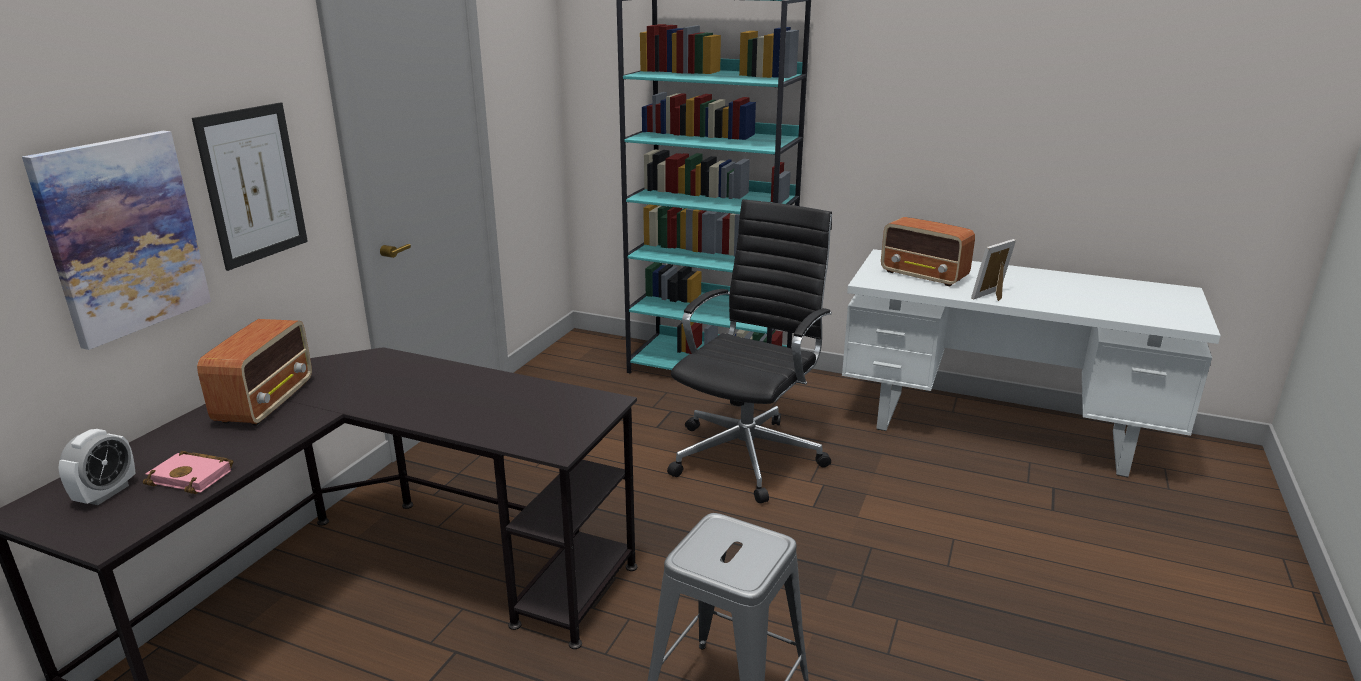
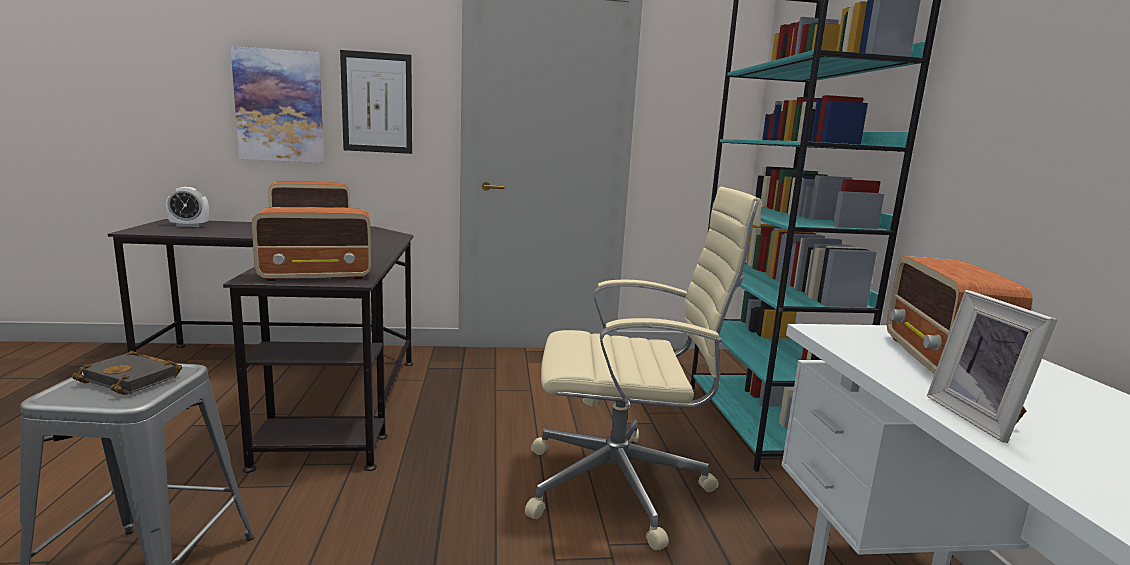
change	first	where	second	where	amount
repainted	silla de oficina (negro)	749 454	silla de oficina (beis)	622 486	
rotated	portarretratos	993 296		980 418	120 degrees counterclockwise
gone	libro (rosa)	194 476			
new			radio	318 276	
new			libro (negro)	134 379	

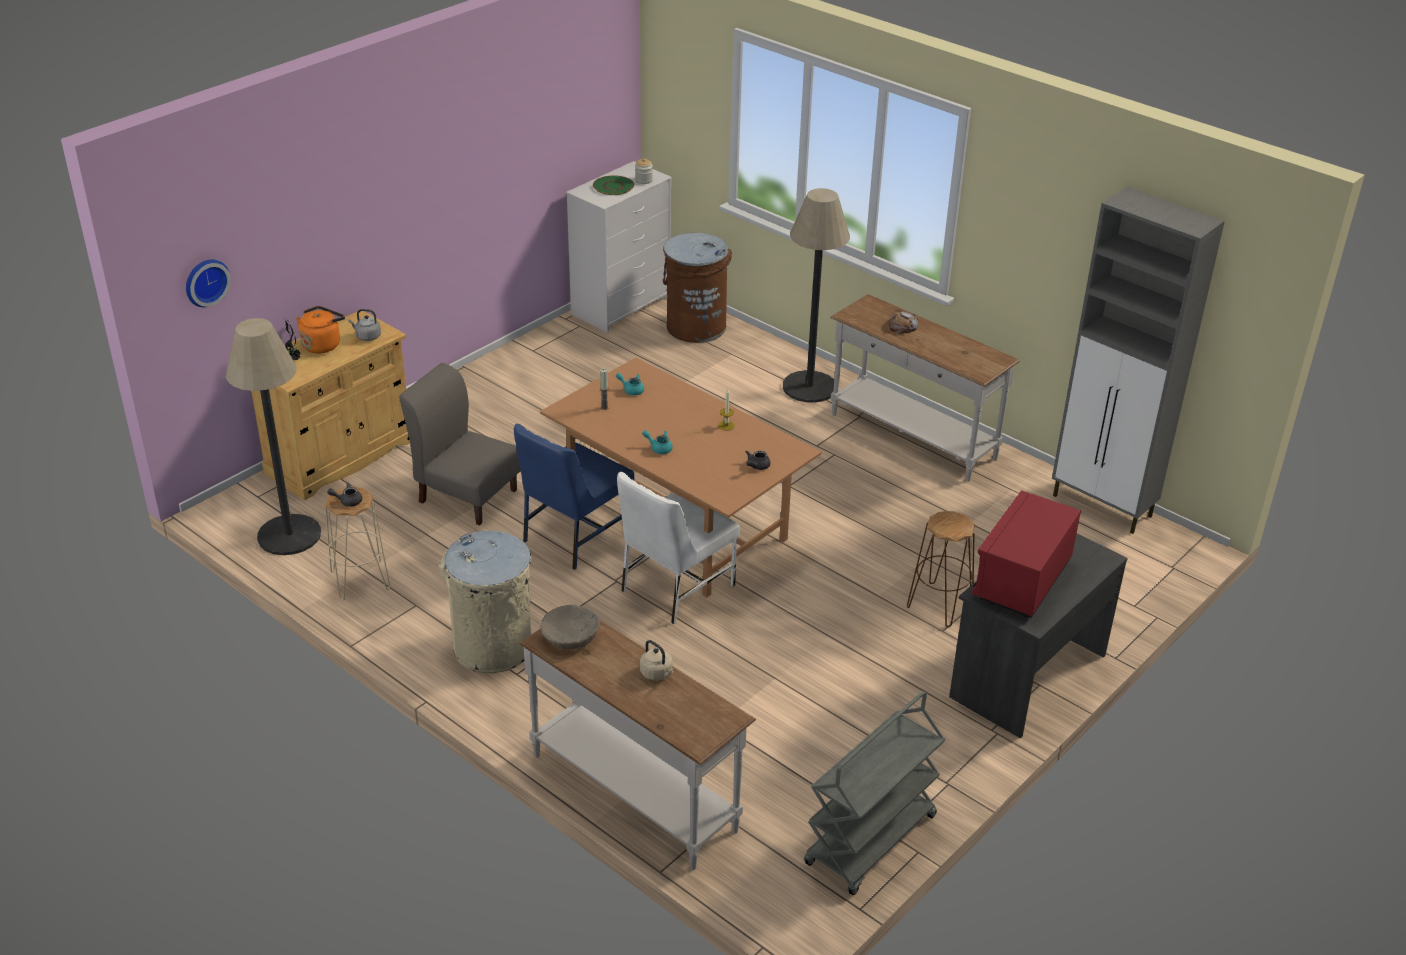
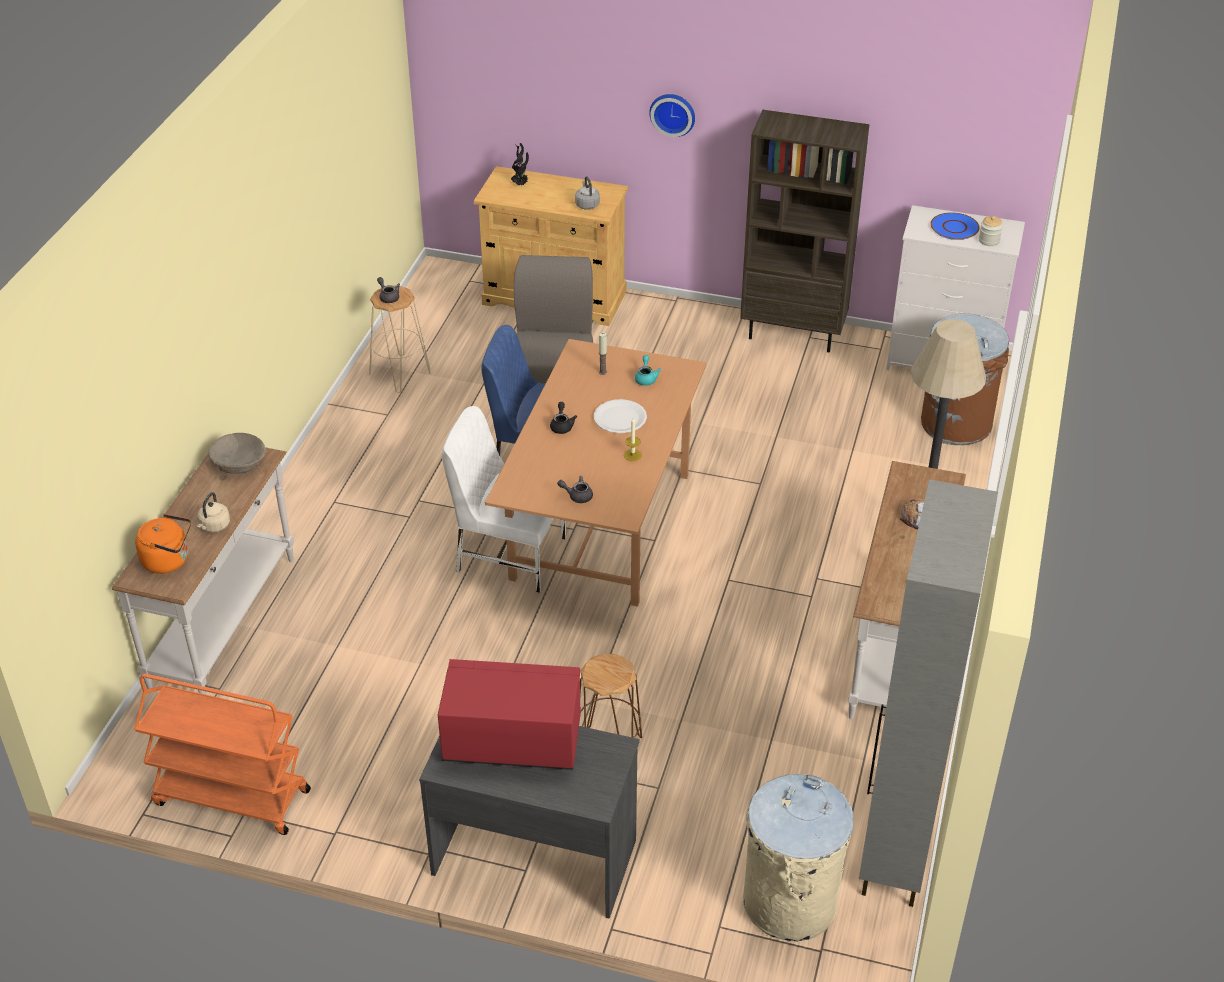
change	first	where	second	where	amount
repainted	plato (verde)	613 186	plato (azul)	954 227	
shifted	reloj de pared	205 281		673 113	
shifted	hervidor (naranja)	322 344		169 560	
gone	lámpara de pie	289 535			
repainted	tetera (turquesa)	659 448	tetera (negro)	562 425	
shifted	papelera (beis)	492 648		789 902	
repainted	carrito (gris)	871 841	carrito (naranja)	230 797	
new			estantería (marrón)	793 333	
new			plato (blanco)	620 418	

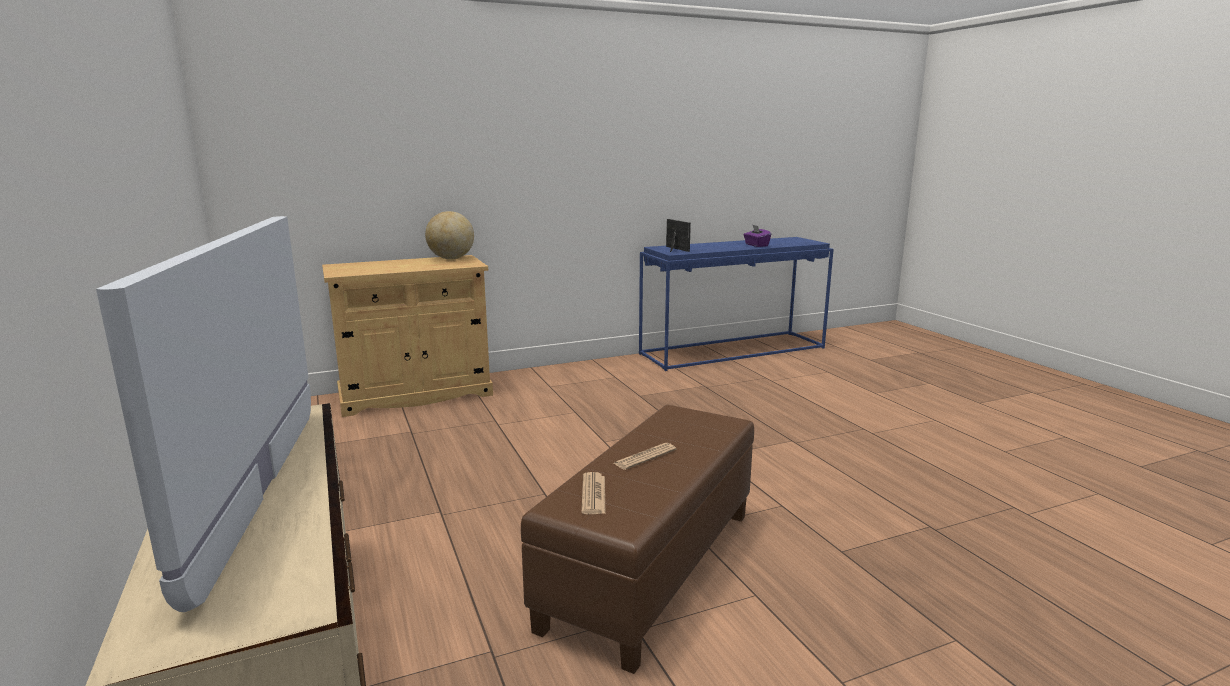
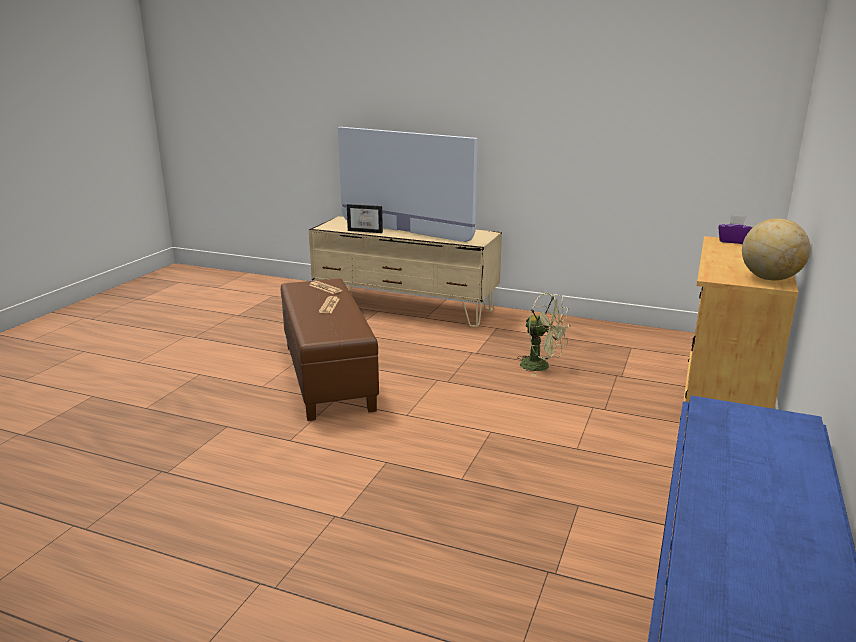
change	first	where	second	where	amount
shifted	portarretratos	674 249		367 231	
shifted	caja de pañuelos (morado)	756 245		733 241	
new			ventilador (verde)	541 366	

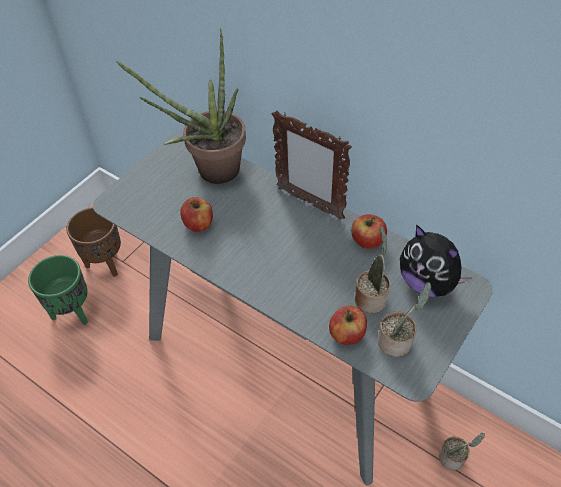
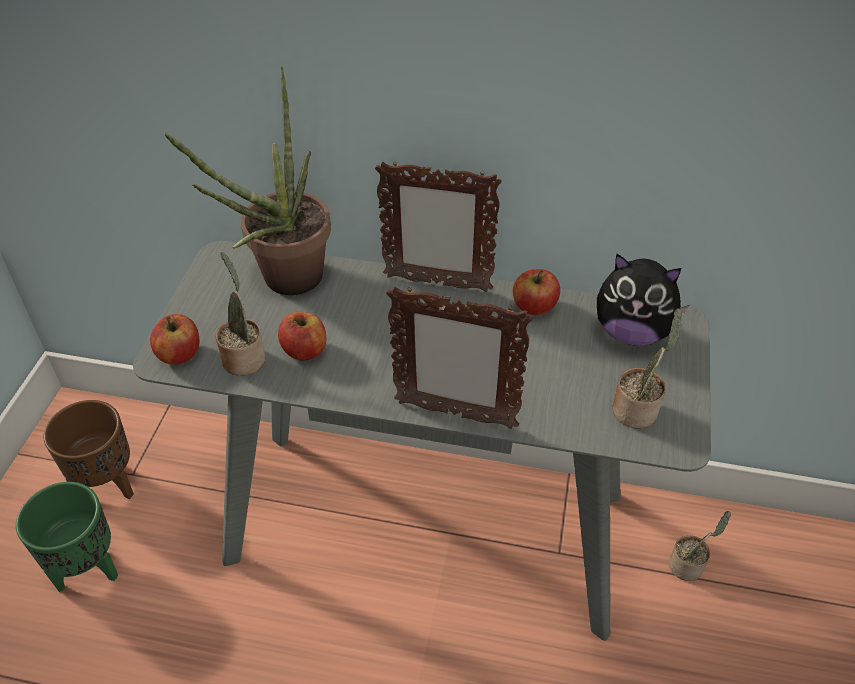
change	first	where	second	where	amount
shifted	planta en maceta	371 297		243 357	
shifted	manzana	347 334		179 354	
new			portarretratos	454 414	

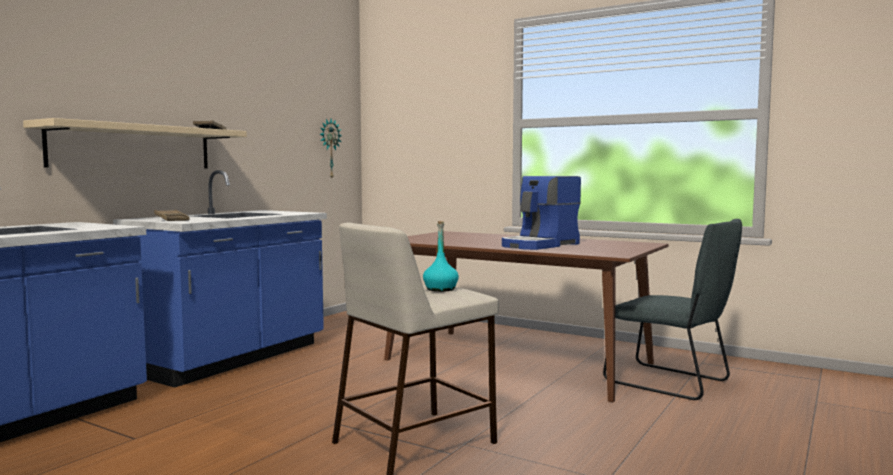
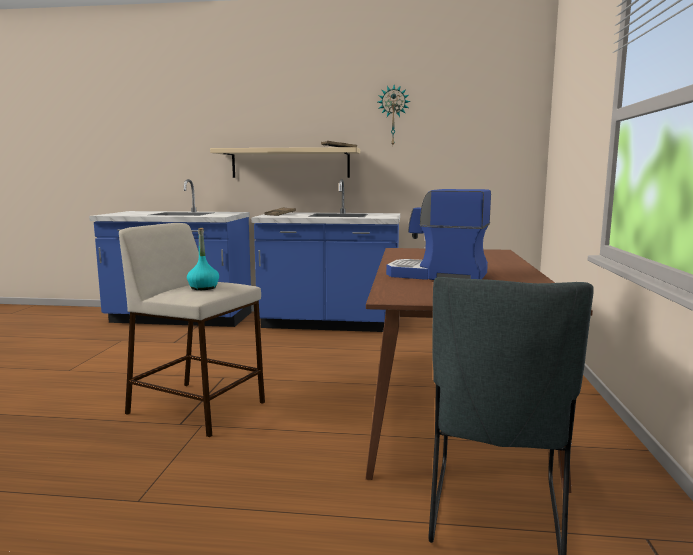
change	first	where	second	where	amount
shifted	reloj de pared	329 148		393 115	

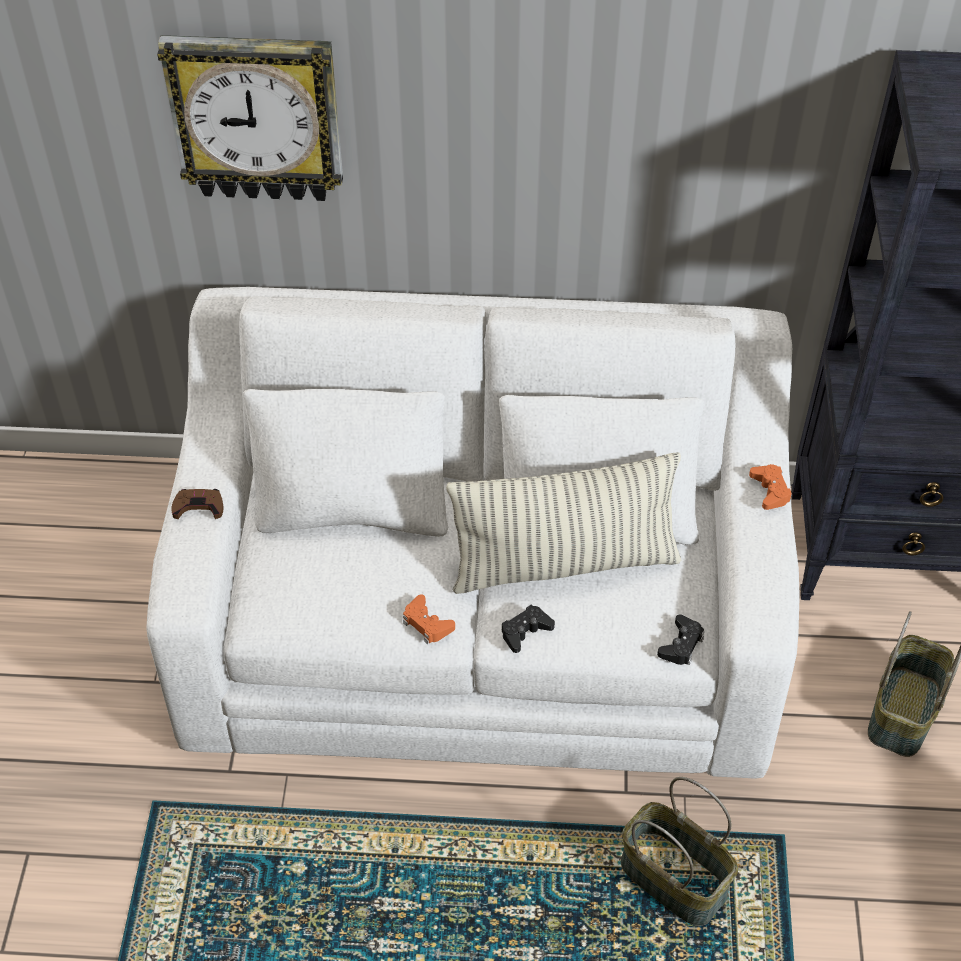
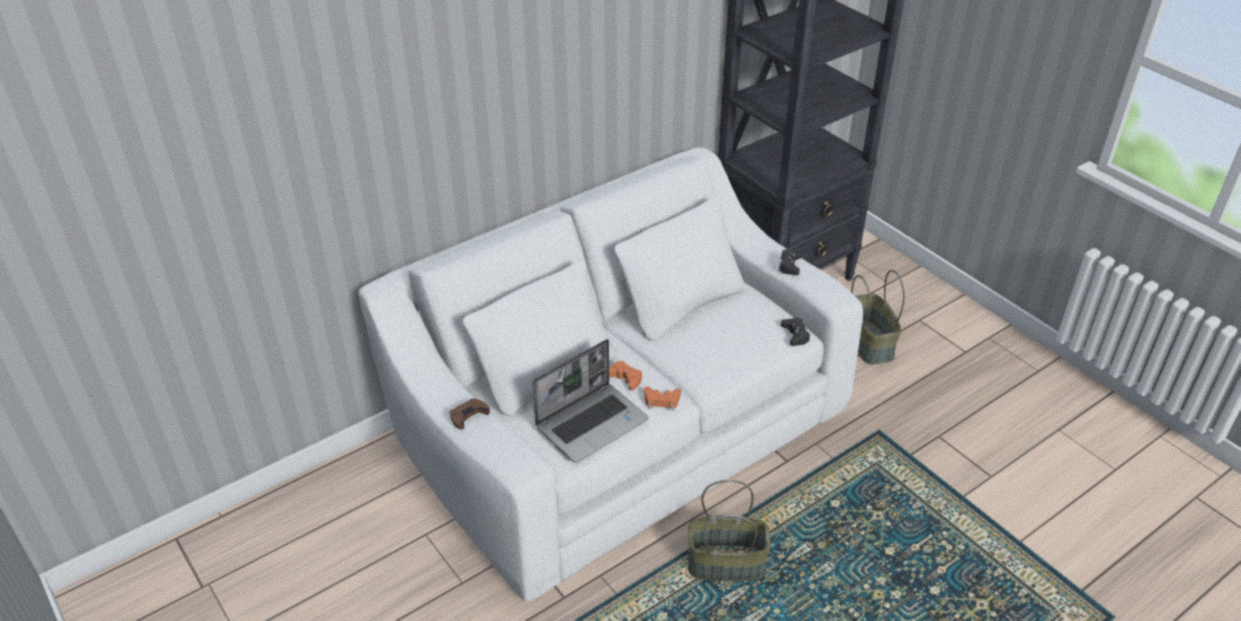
change	first	where	second	where	amount
gone	reloj de pared	256 117			
gone	cojín	564 563			
shifted	mando de consola (naranja)	770 490		625 378	
shifted	mando de consola (negro)	525 631		789 265	
shifted	cesta	675 878		726 563	
new			portátil	592 423	

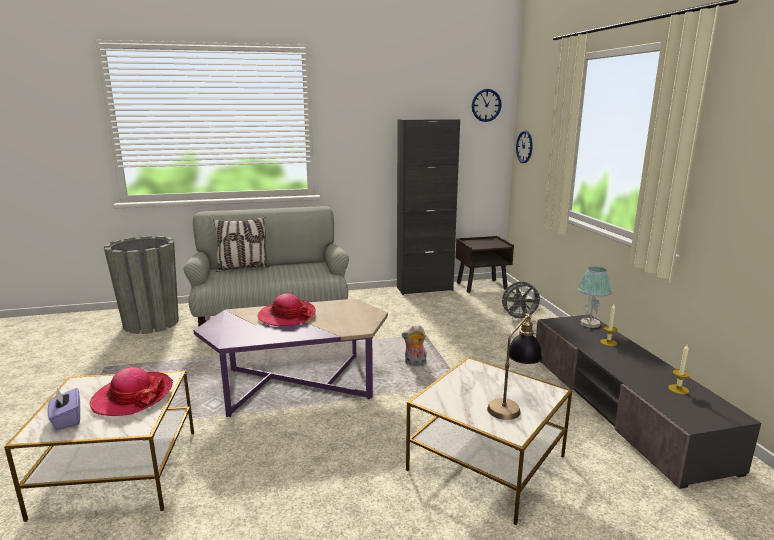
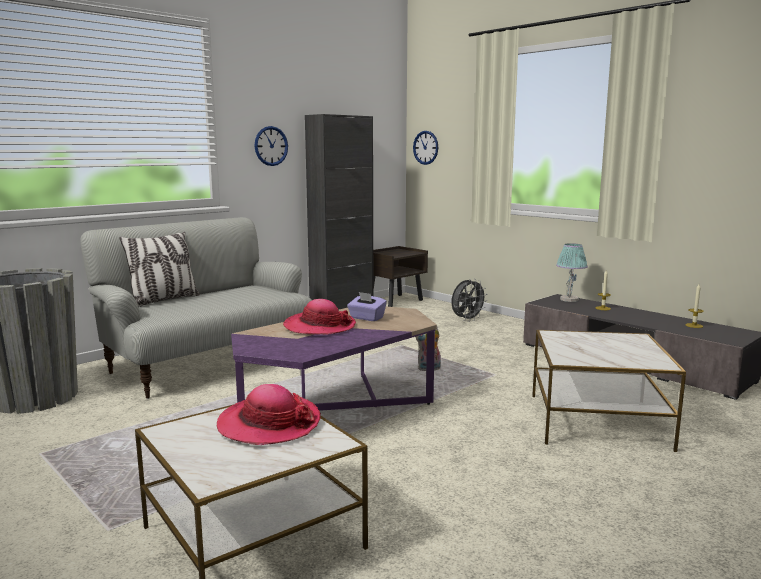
change	first	where	second	where	amount
shifted	reloj de pared	486 105		271 146	
gone	lámpara de mesa	512 405			
shifted	caja de pañuelos (morado)	67 419		366 318	

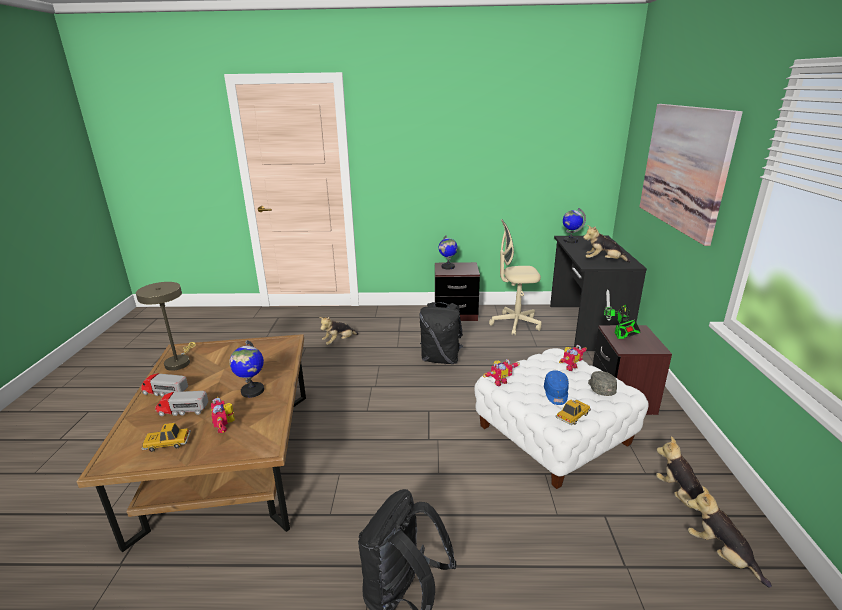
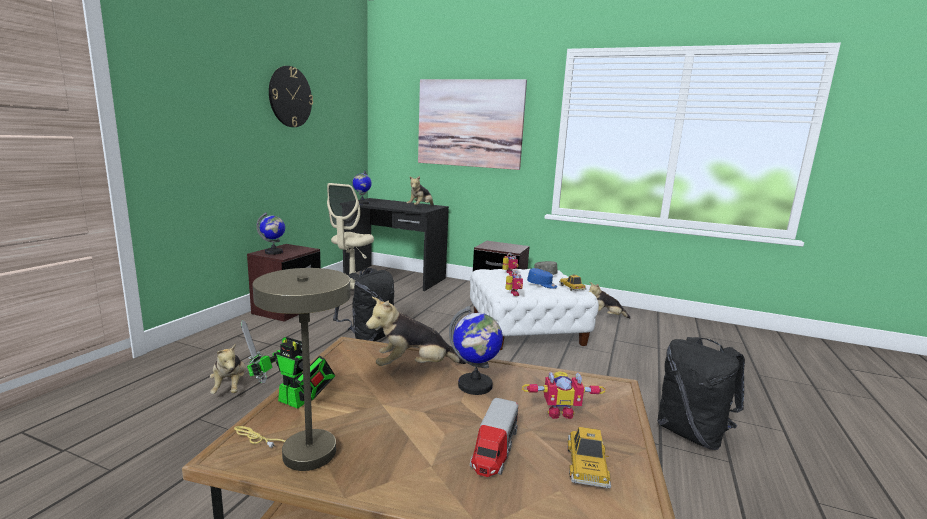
change	first	where	second	where	amount
shifted	robot de juguete	620 336		296 403	
gone	camión de juguete	165 392			
shifted	peluche	721 554		414 367	
new			reloj de pared	290 97	

